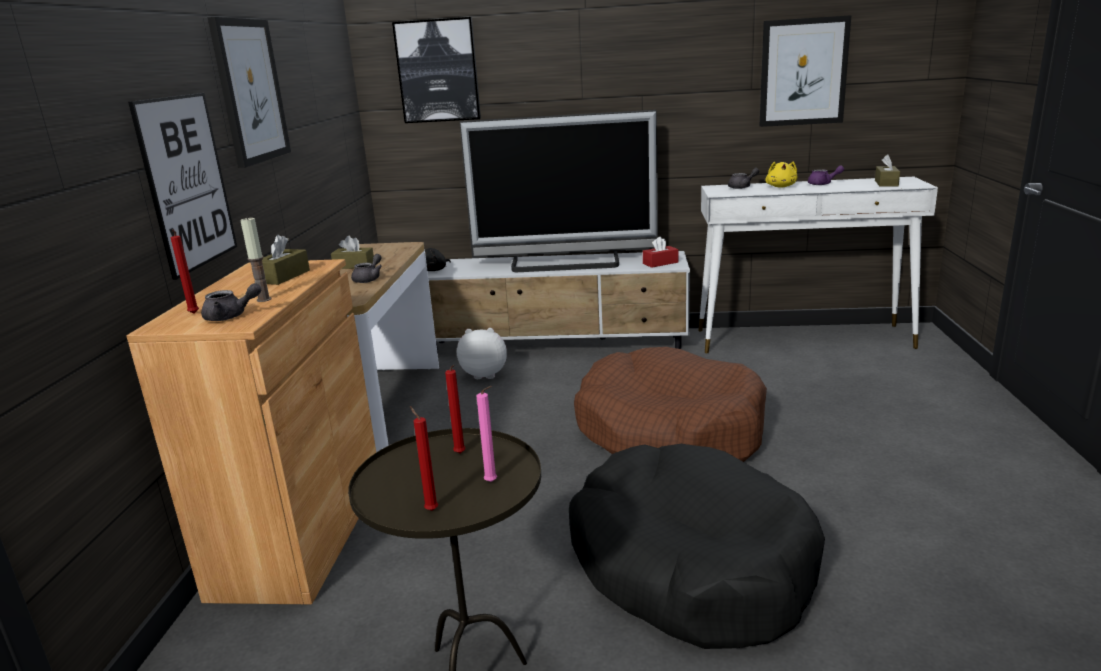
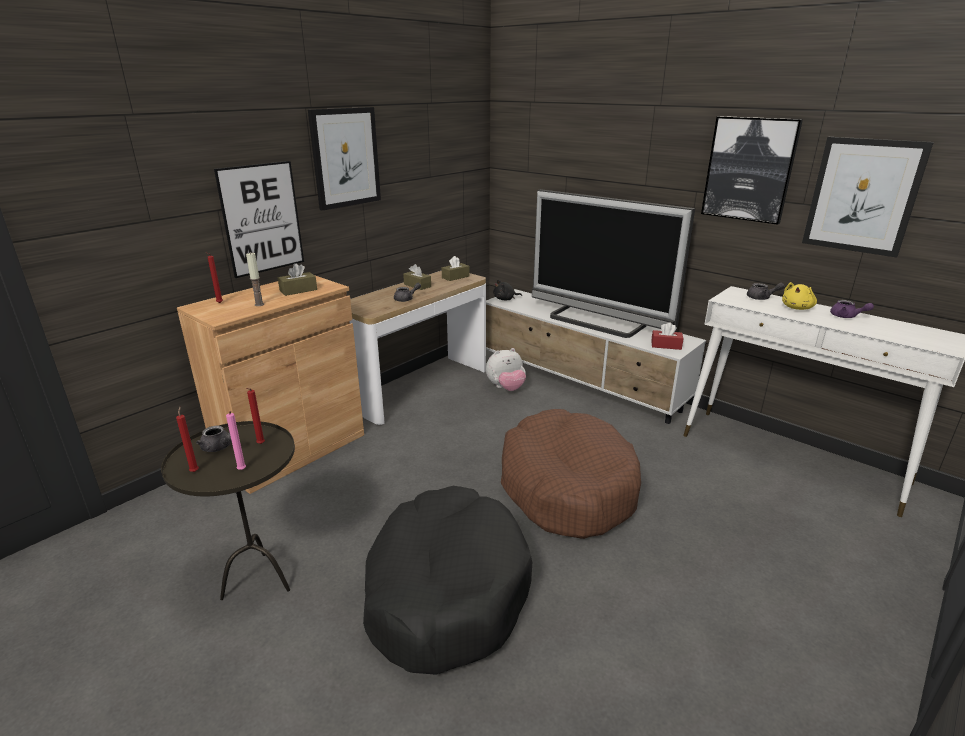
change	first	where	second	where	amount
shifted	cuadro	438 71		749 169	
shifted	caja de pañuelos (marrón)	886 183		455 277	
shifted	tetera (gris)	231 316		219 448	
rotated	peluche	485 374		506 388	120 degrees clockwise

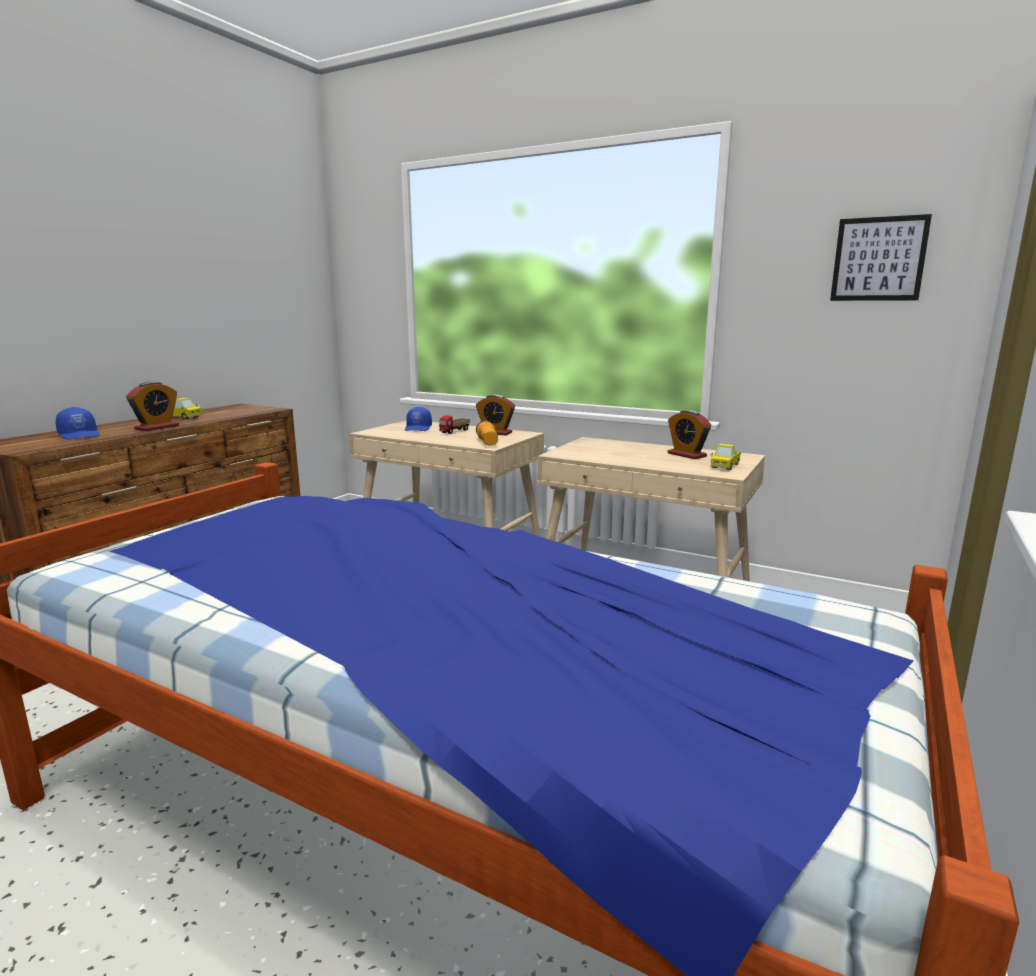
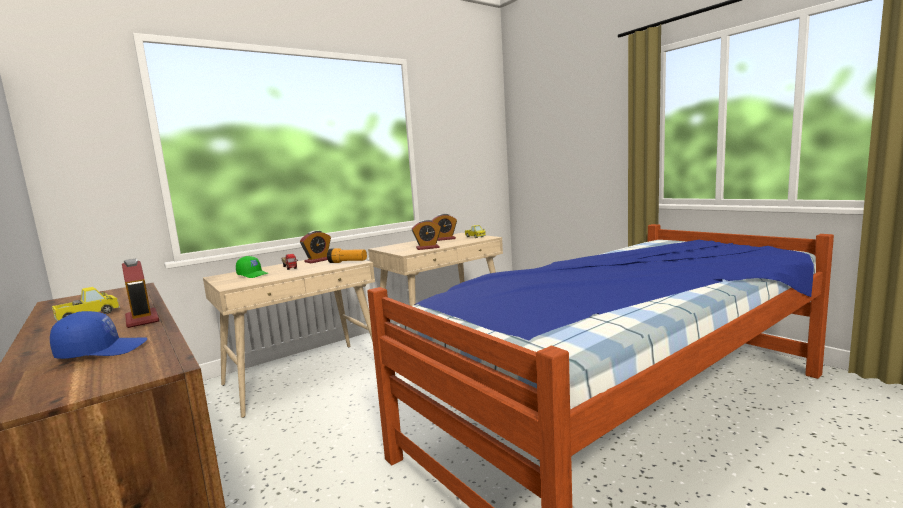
change	first	where	second	where	amount
gone	cuadro	878 259			
repainted	gorra (azul)	418 428	gorra (verde)	253 275	
new			despertador	427 248	

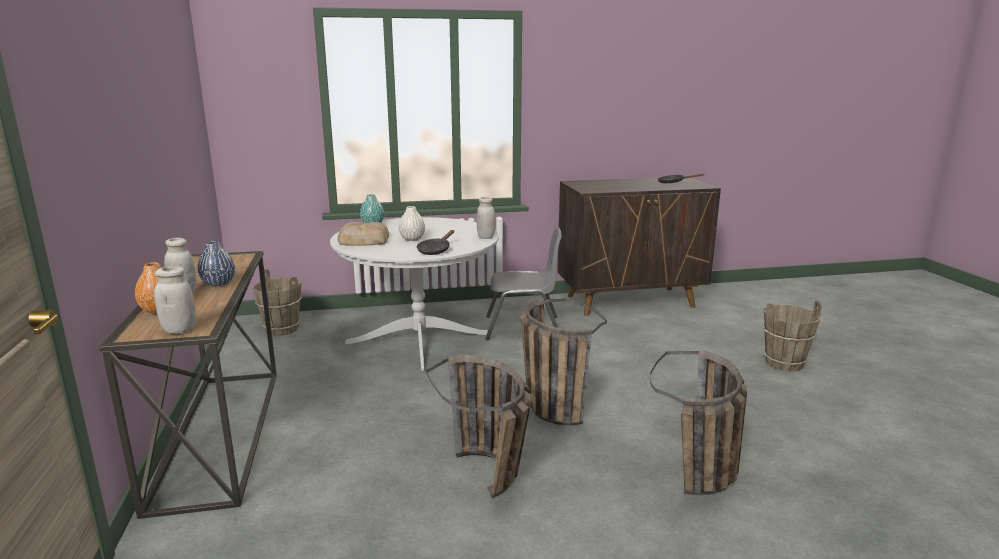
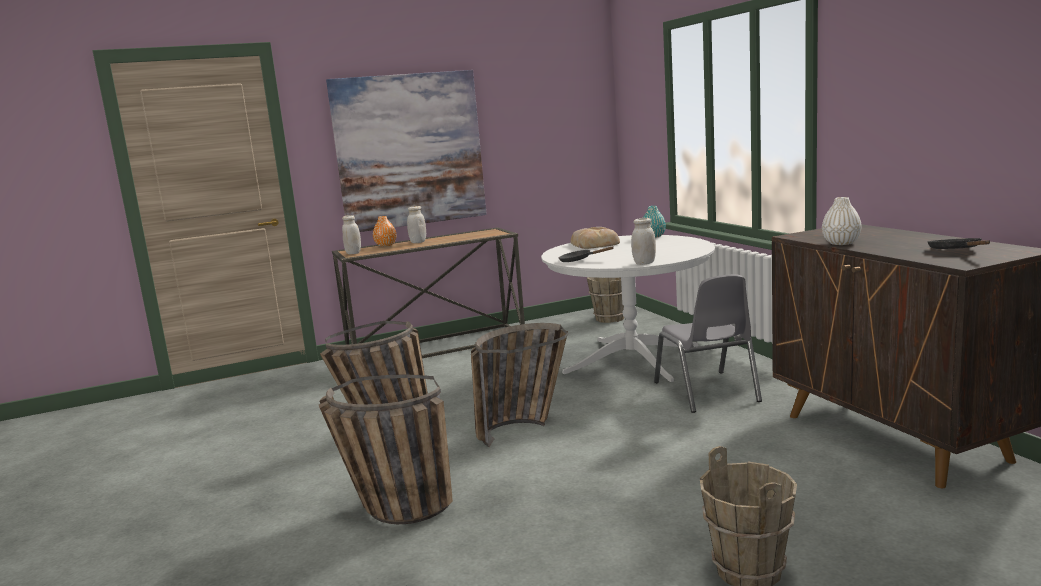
change	first	where	second	where	amount
shifted	florero (blanco)	412 239		841 243	
gone	florero (azul)	218 283			
new			cuadro	409 150	

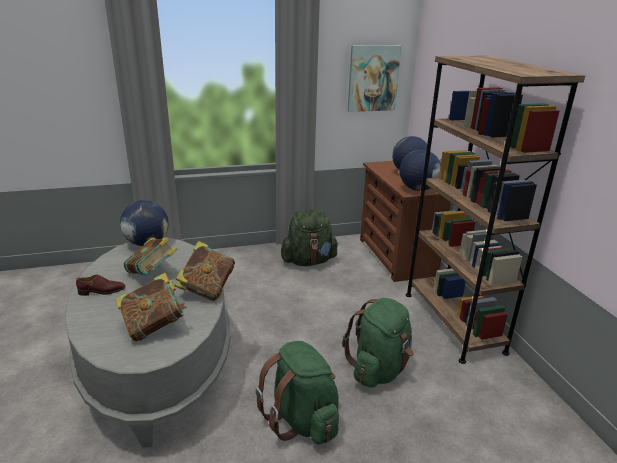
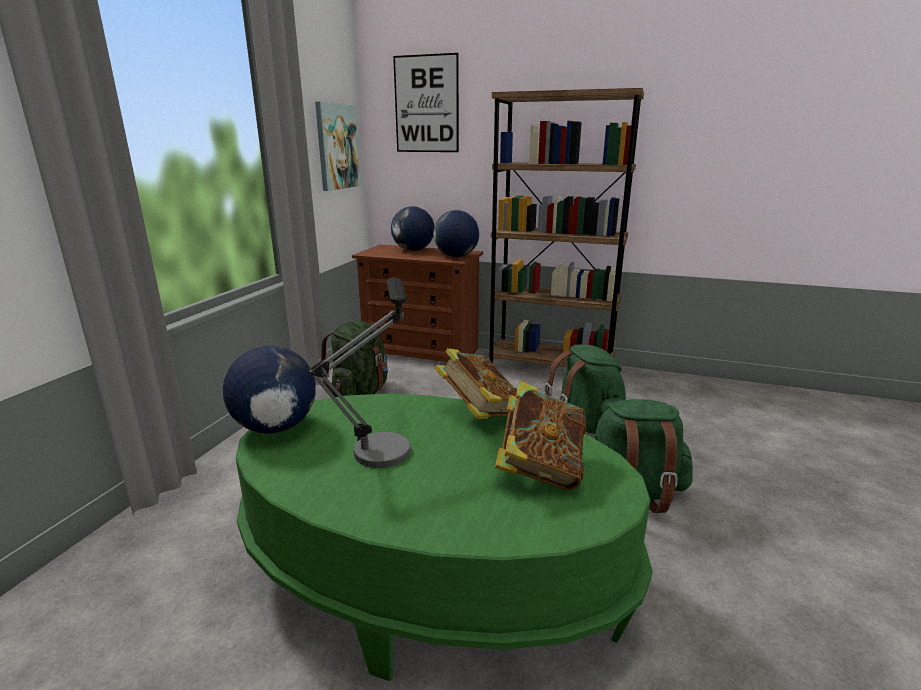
change	first	where	second	where	amount
repainted	mesa de centro (gris)	158 360	mesa de centro (verde)	432 576	
swapped	libro	152 274	lámpara de mesa	385 442	
gone	zapato (marrón)	102 291			
new			cuadro	426 104	

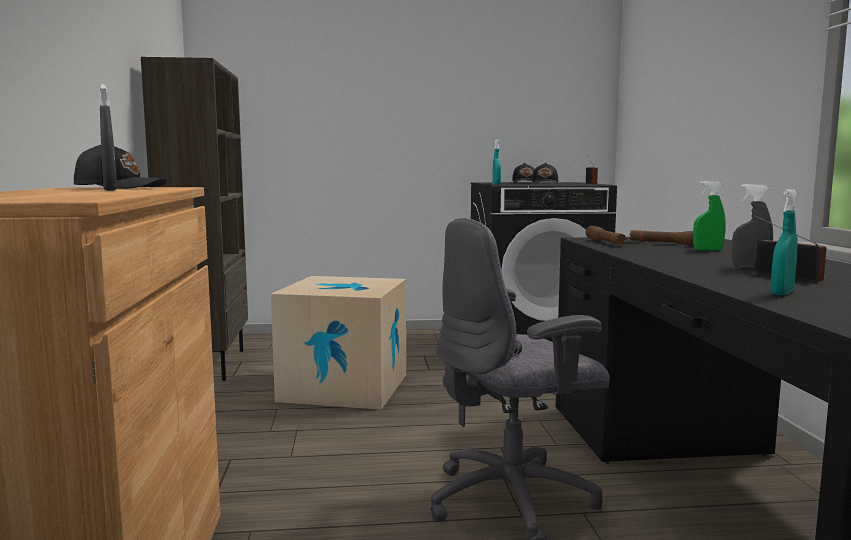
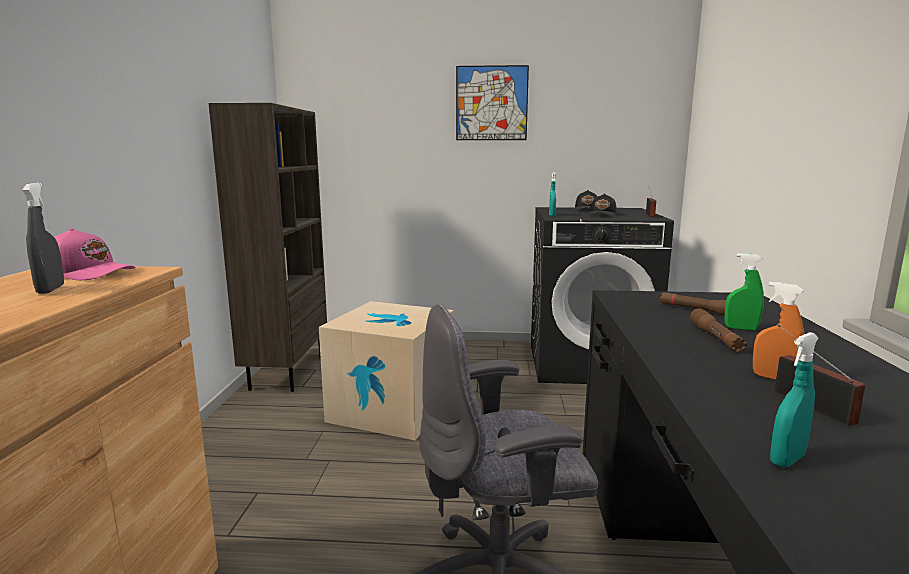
change	first	where	second	where	amount
repainted	gorra (negro)	120 187	gorra (rosa)	90 273	
repainted	pulverizador (gris)	750 267	pulverizador (naranja)	773 378	
shifted	linterna (marrón)	605 242		716 338	
new			cuadro	491 103	

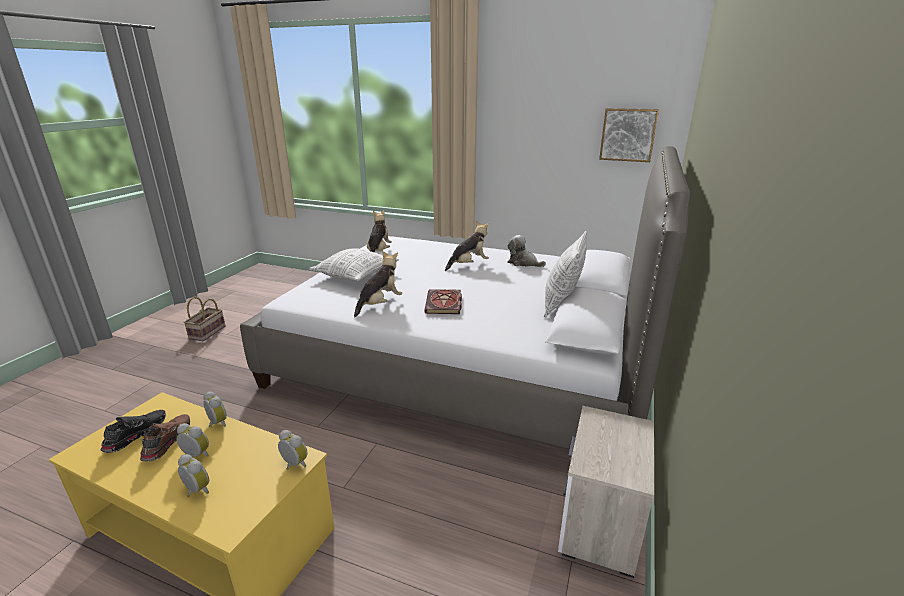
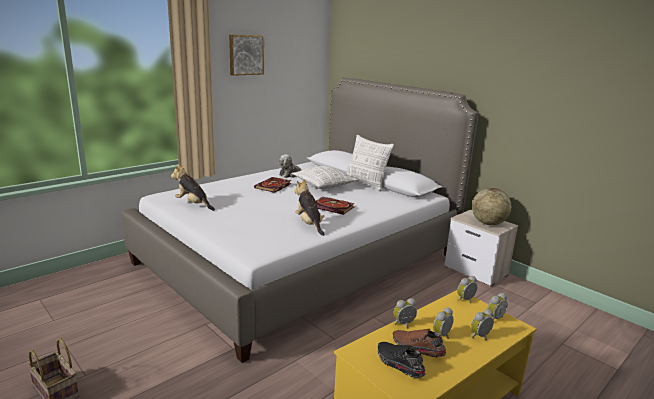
change	first	where	second	where	amount
shifted	cuadro	628 135		246 55	
swapped	peluche	468 265	libro	273 186	
shifted	cojín	355 275		324 185	
new			globo terráqueo	488 223	
new			despertador	493 318	

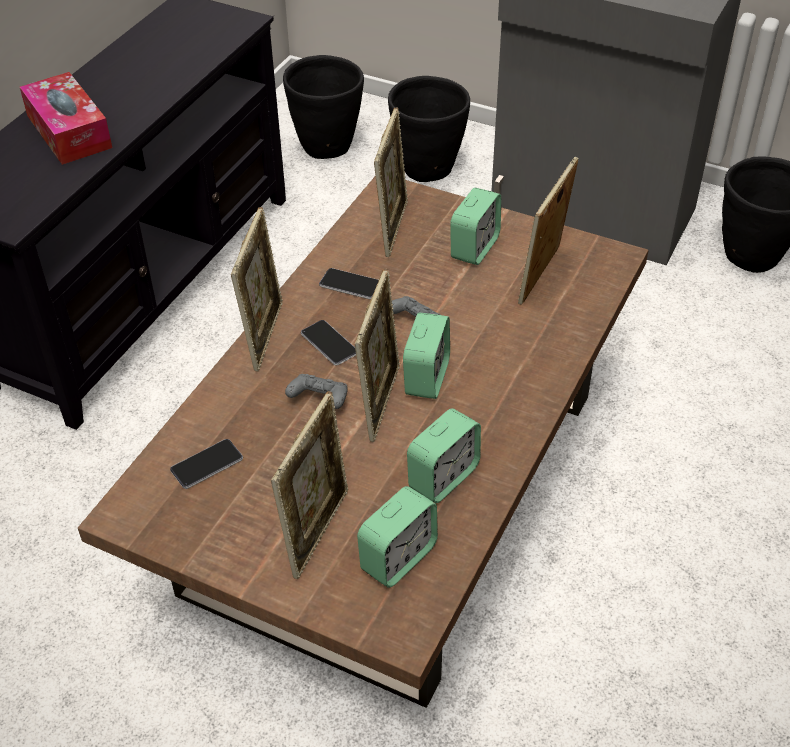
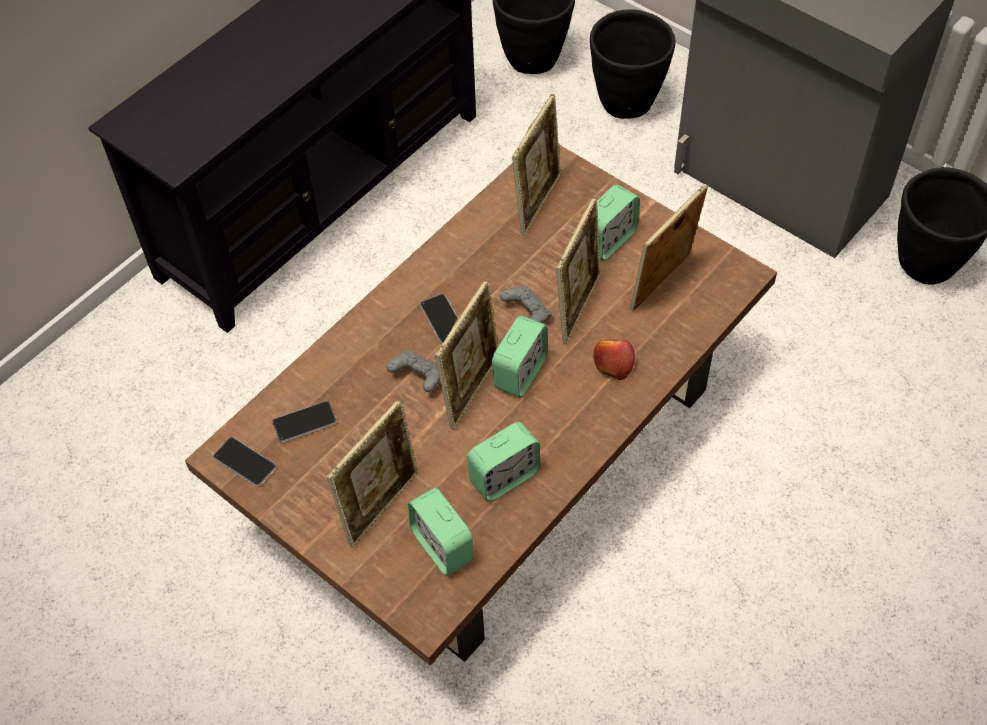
change	first	where	second	where	amount
gone	caja de pañuelos	69 131			
shifted	portarretratos	264 335		578 306	
shifted	móvil	350 285		245 462	
rotated	despertador	398 558		442 546	90 degrees clockwise
new			manzana	613 362	

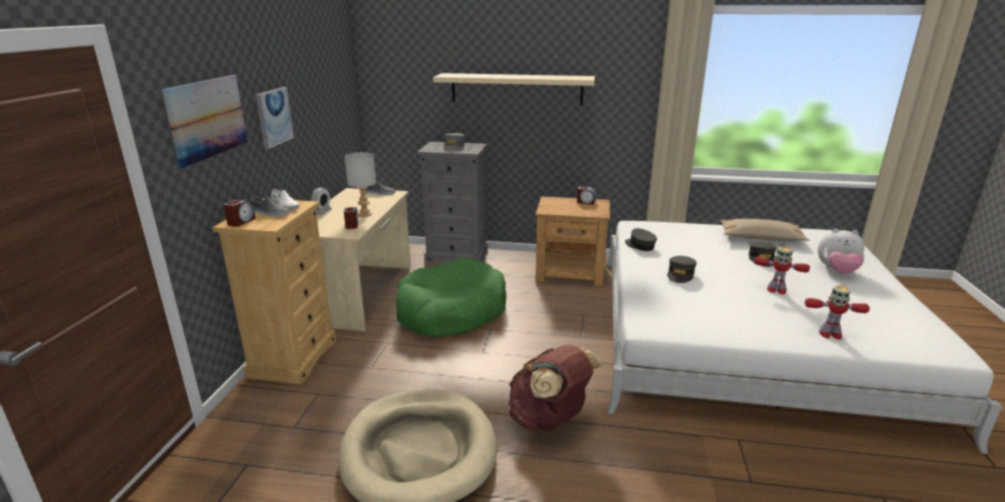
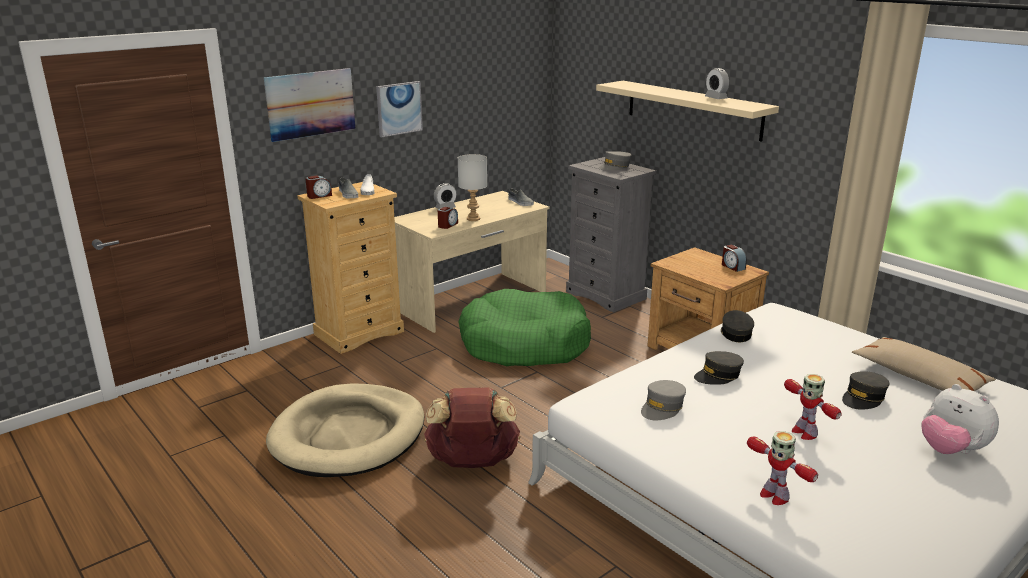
change	first	where	second	where	amount
new			despertador	715 98	
new			gorra (gris)	662 407	

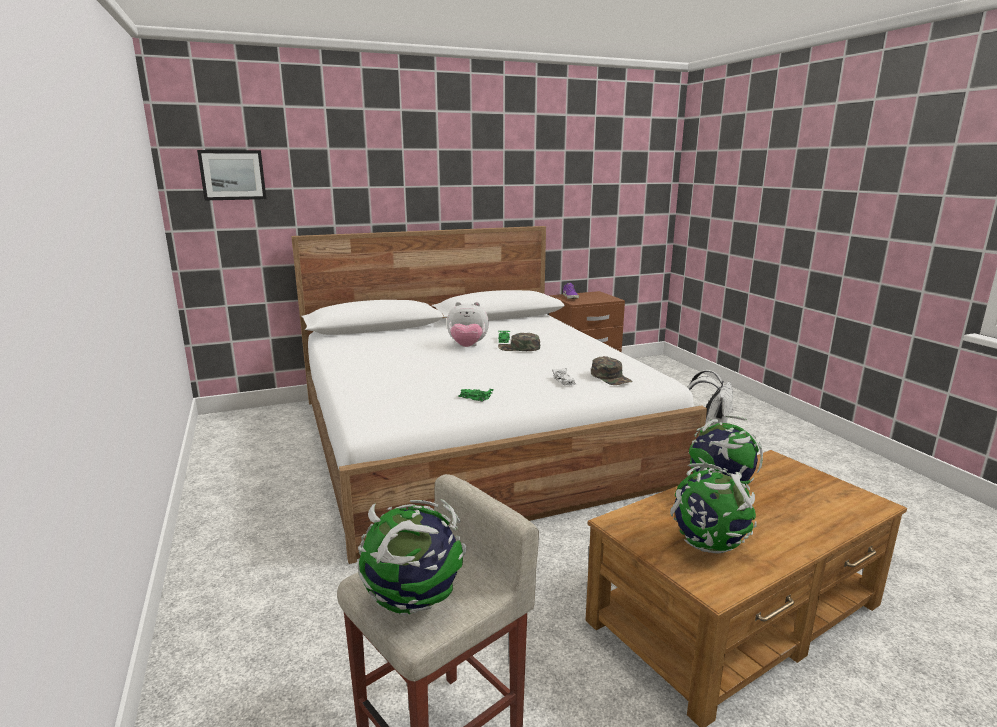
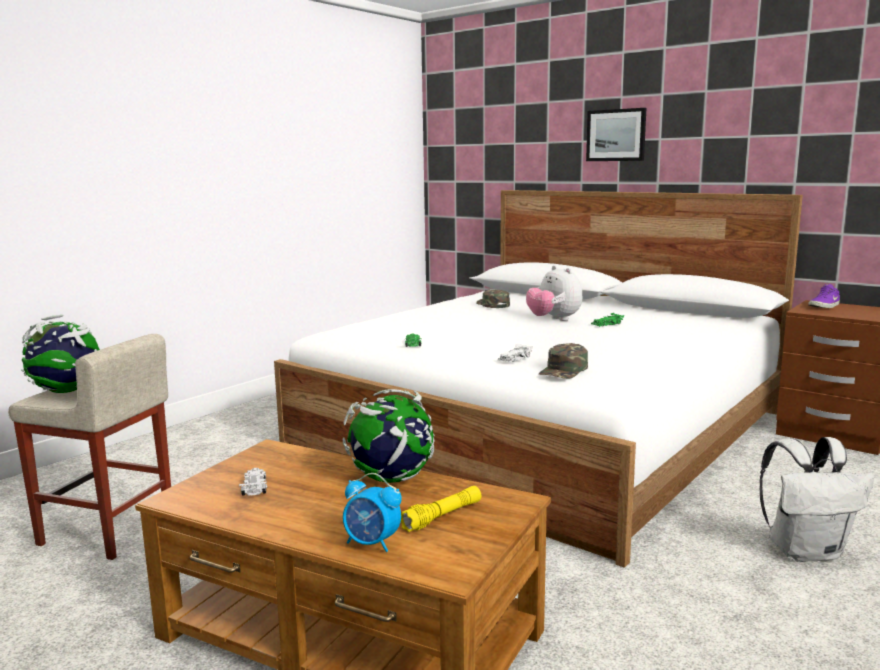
change	first	where	second	where	amount
shifted	cuadro	232 175		616 135	
shifted	gorra (verde)	519 348		492 305	
swapped	globo terráqueo	708 544	coche de juguete (blanco)	254 487	
new			despertador	372 543	
new			linterna (amarillo)	442 517	

